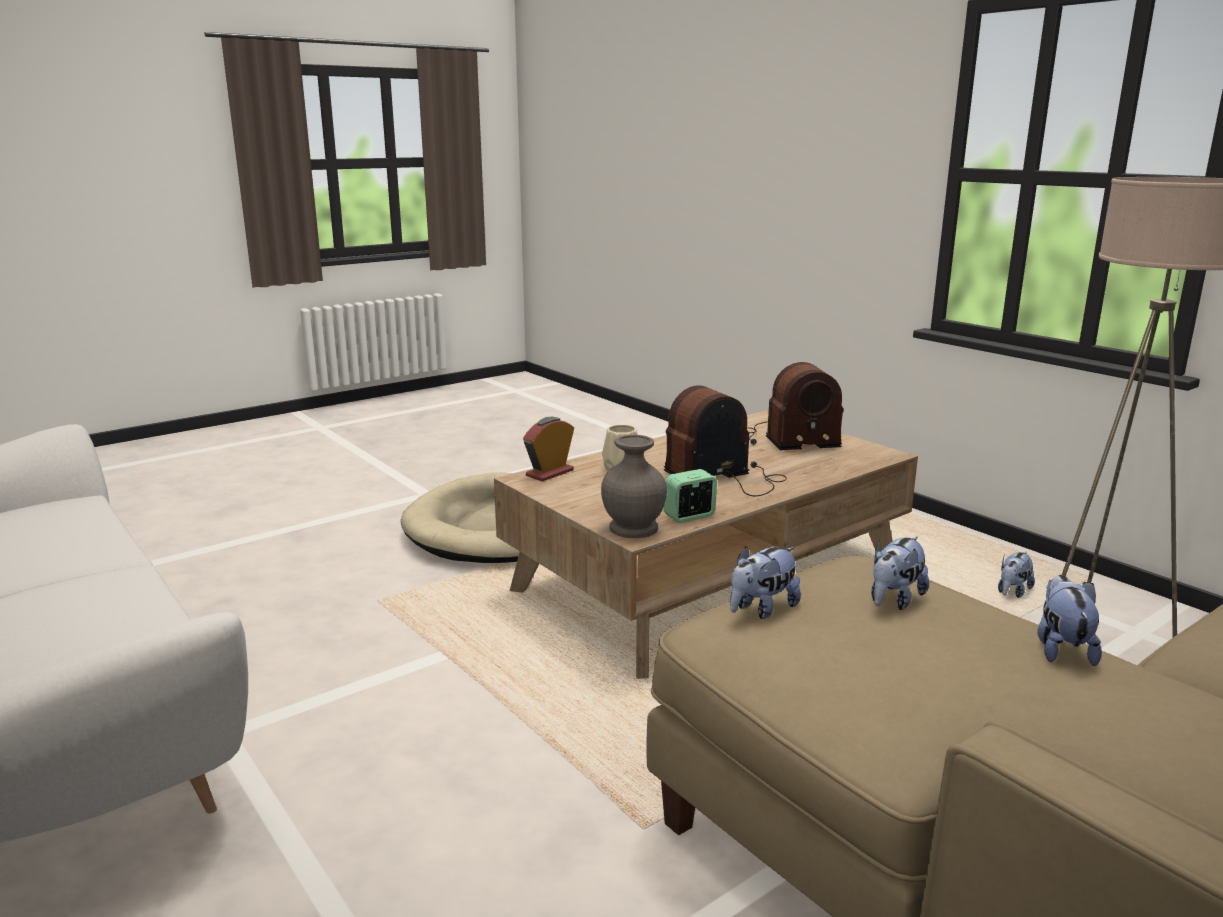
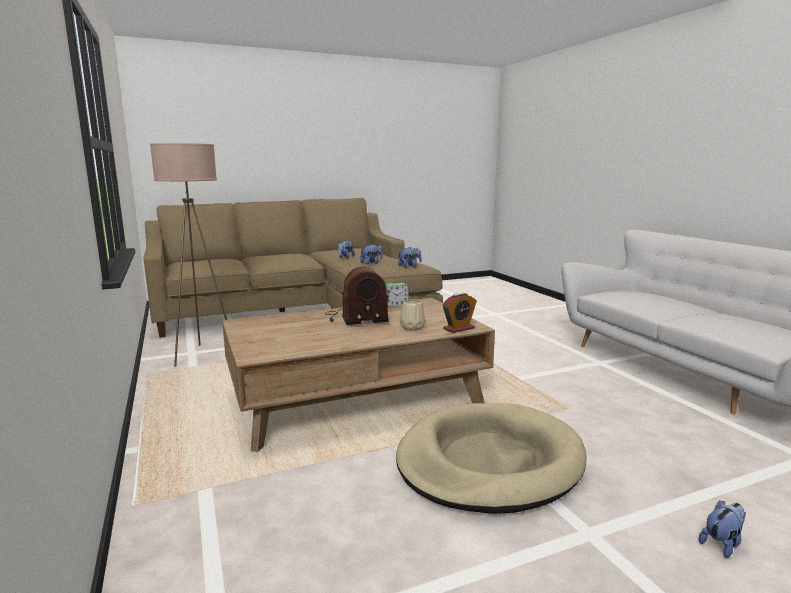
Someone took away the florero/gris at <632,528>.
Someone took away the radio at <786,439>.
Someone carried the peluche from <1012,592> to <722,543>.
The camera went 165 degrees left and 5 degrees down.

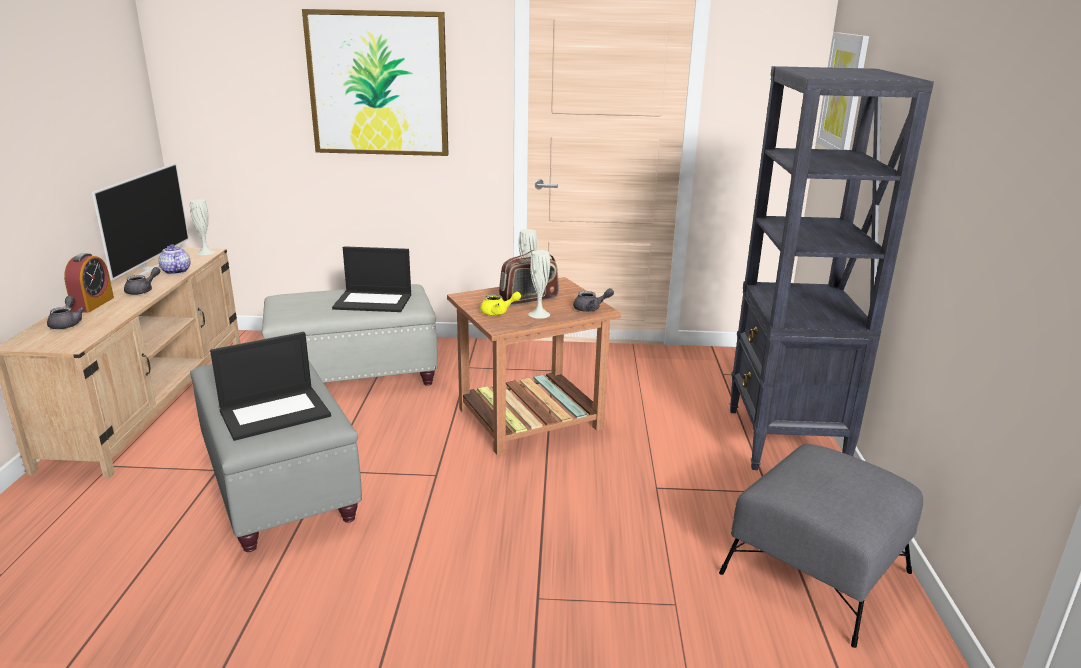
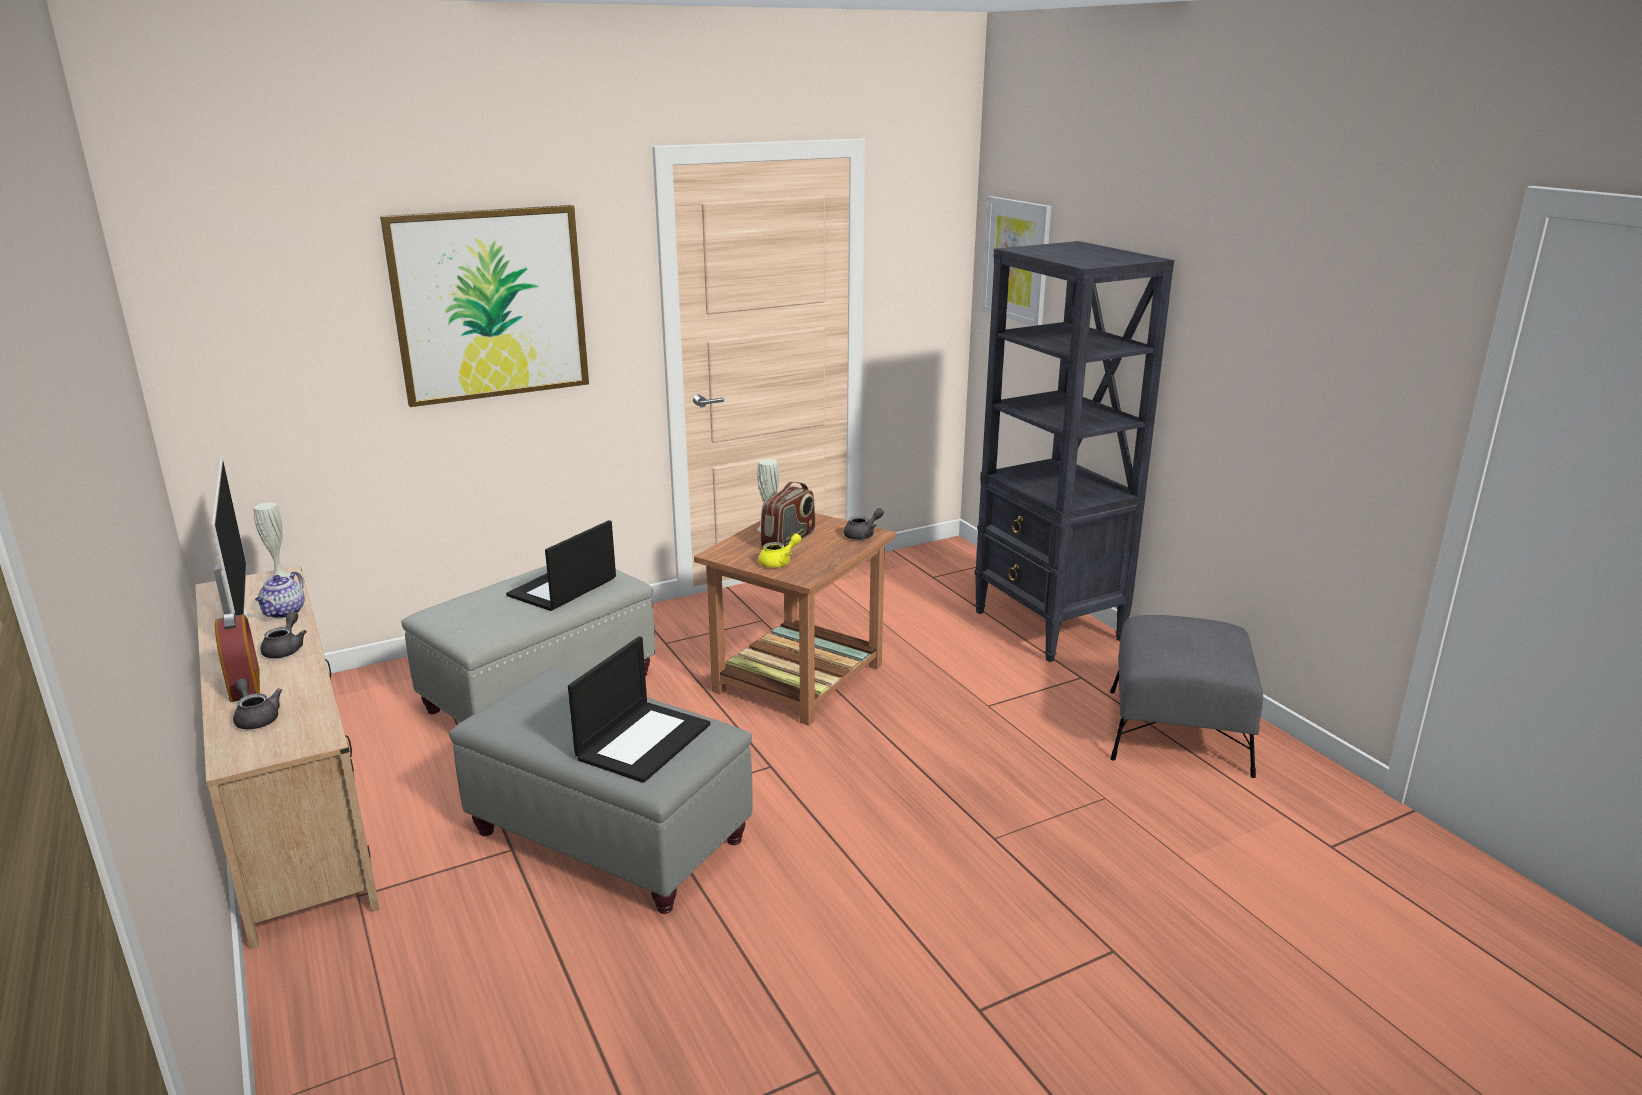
Someone took away the florero/blanco at <539,314>.
Someone rotated the tetera at <175,271> by 105 degrees counterclockwise.
Someone rotated the portátil at <374,301> by 150 degrees clockwise.
The camera went 30 degrees left and 0 degrees up.

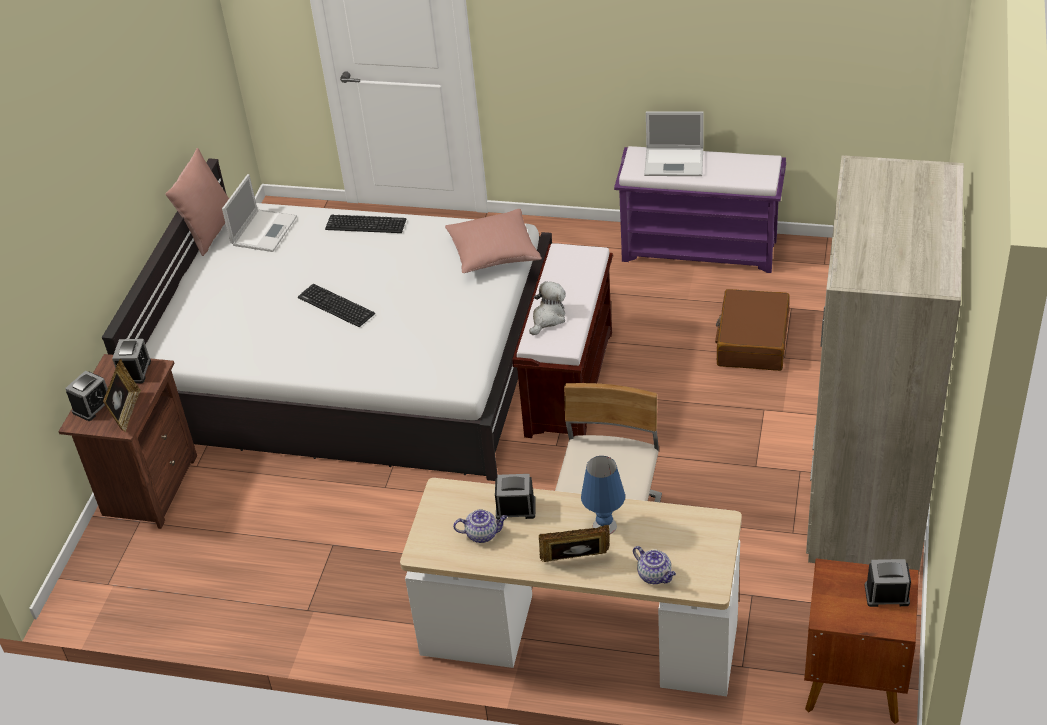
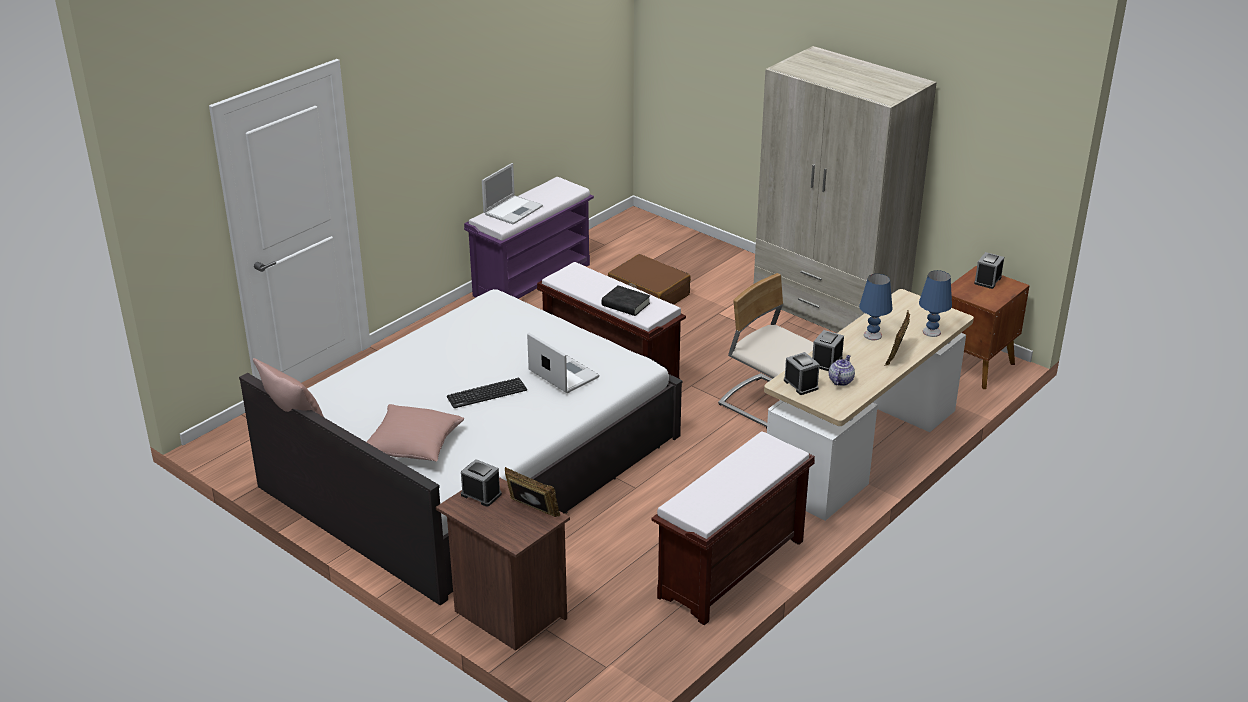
Someone took away the teclado at <365,224>.
Someone put down the banco/marrón at <731,570>.
Someone carried the despertador from <92,406> to <800,384>.
Someone carried the portátil from <264,230> to <562,374>.
Someone carried the cojín/rosa from <493,253> to <413,445>.
Someone swapped the peluche at <548,318> for the libro/negro at <625,304>.
Someone swapped the tetera at <655,575> for the lámpara de mesa/azul at <931,332>.
The camera went 65 degrees left and 10 degrees down.

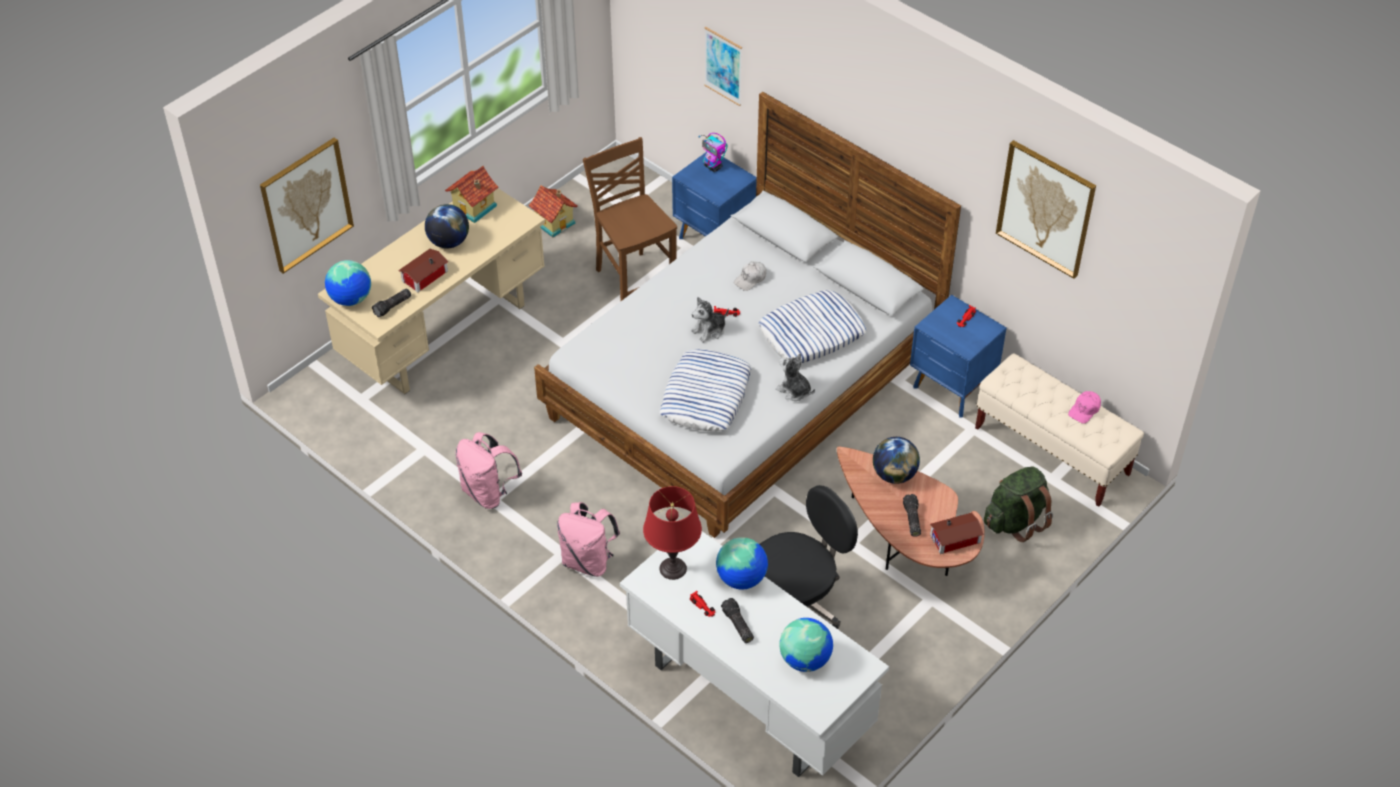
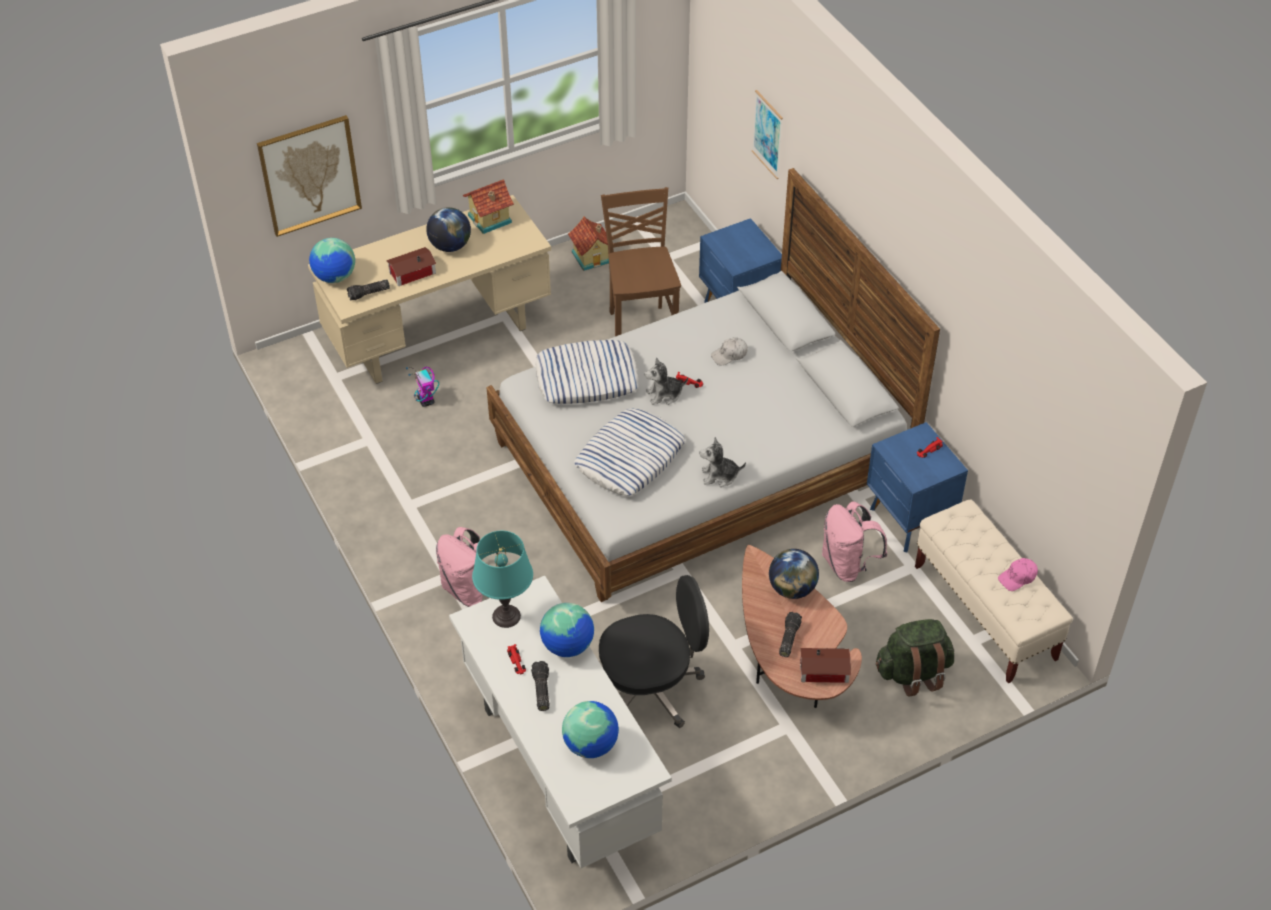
Someone took away the cuadro at <1045,208>.
Someone carried the mochila/rosa from <488,492> to <848,564>.
Someone carried the robot de juguete from <713,167> to <426,401>.
Someone carried the cojín from <812,333> to <587,378>.
Someone repainted the lámpara de mesa/rojo at <673,568>, which became the lámpara de mesa/turquesa at <506,616>.
Someone rotated the peluche at <794,391> by 60 degrees counterclockwise.
The camera went 20 degrees right and 0 degrees up.

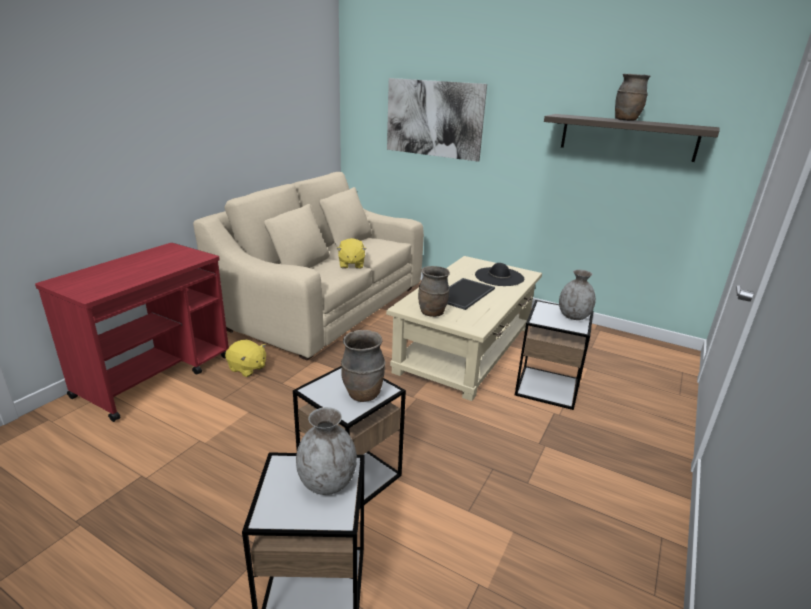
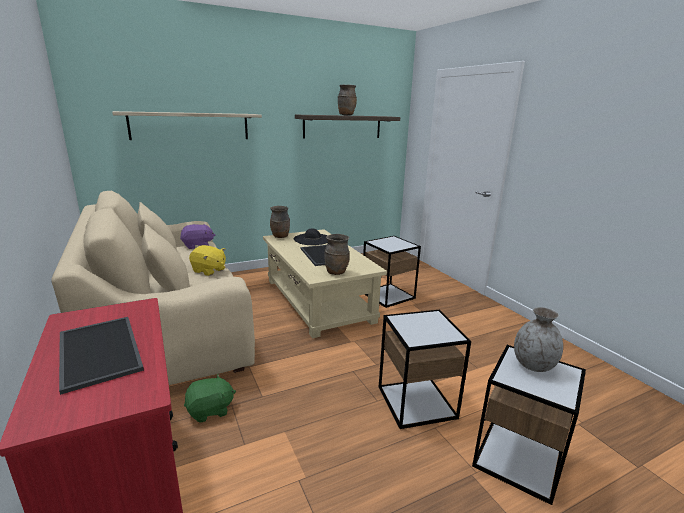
Someone took away the florero/gris at <573,316>.
Someone put down the bandeja at <97,351>.
Someone put down the peluche/morado at <198,246>.
Someone carried the florero/marrón from <363,394> to <280,236>.
Someone swapped the cuadro at <434,119> for the estante at <190,126>.
Someone repainted the peluche/amarillo at <247,368>, which became the peluche/verde at <210,410>.
The camera went 55 degrees left and 5 degrees down.

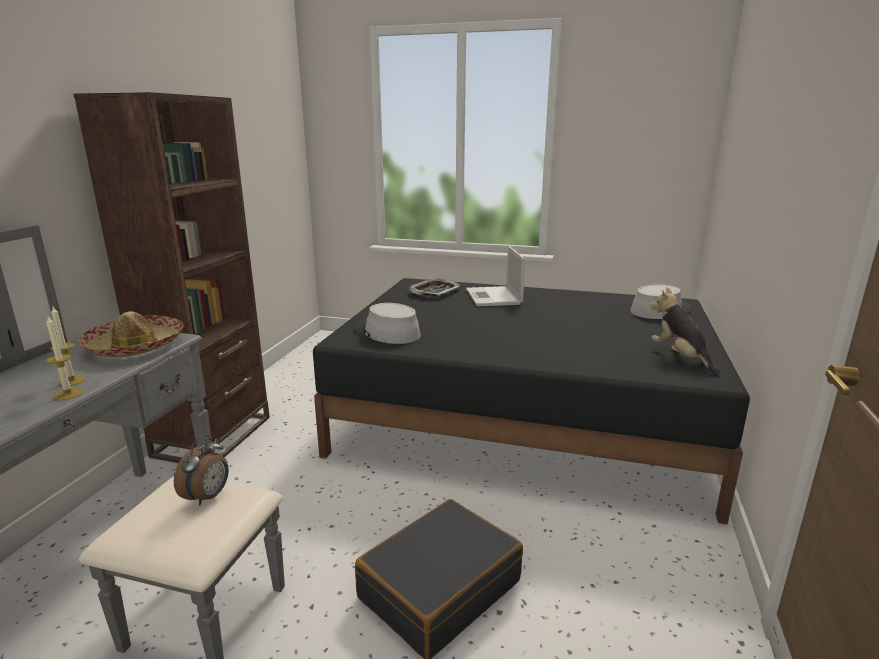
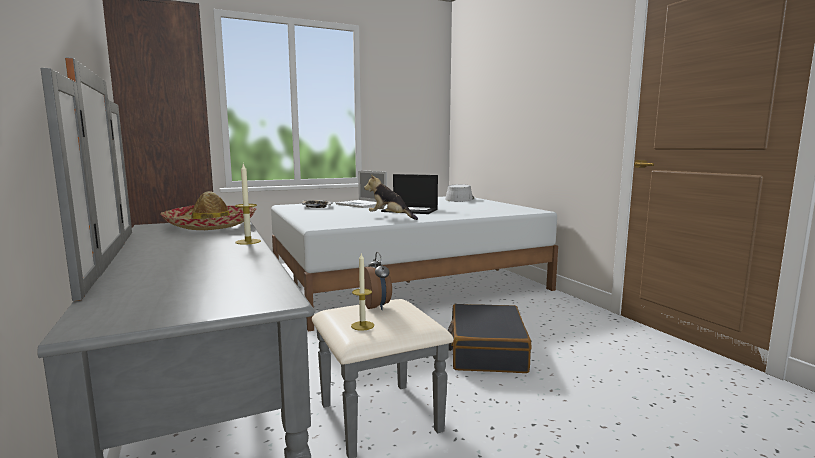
Someone took away the sombrero/gris at <387,332>.
Someone put down the portátil at <411,210>.
Someone carried the vela from <71,381> to <362,325>.
Someone carried the peluche from <680,357> to <390,217>.
Someone repainted the cama/negro at <522,420>, which became the cama/blanco at <407,282>.
The camera went 40 degrees left and 10 degrees down.

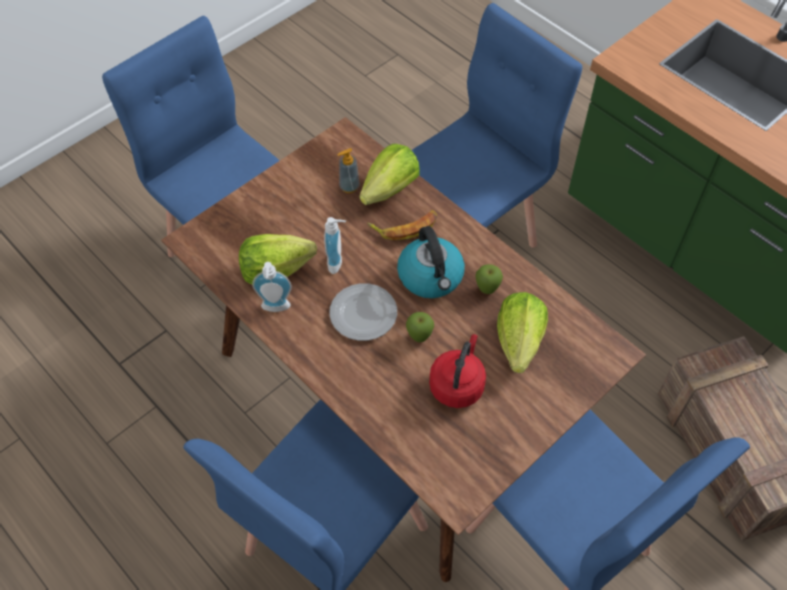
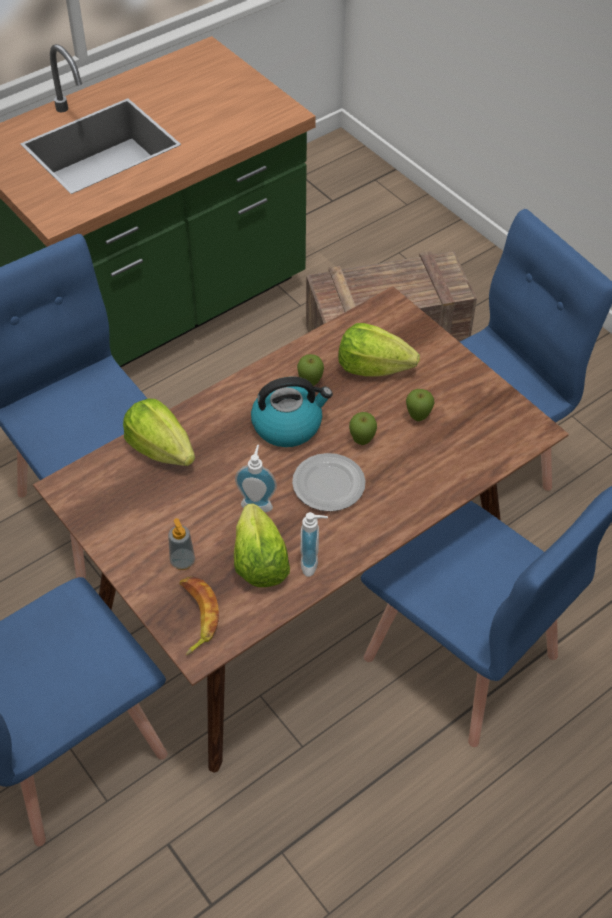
Someone carried the dispensador de jabón from <349,187> to <182,561>.
Someone carried the plátano from <405,227> to <195,616>.
Someone swapped the hervidor/rojo at <457,384> for the manzana at <418,417>.
The camera went 85 degrees left and 5 degrees down.

